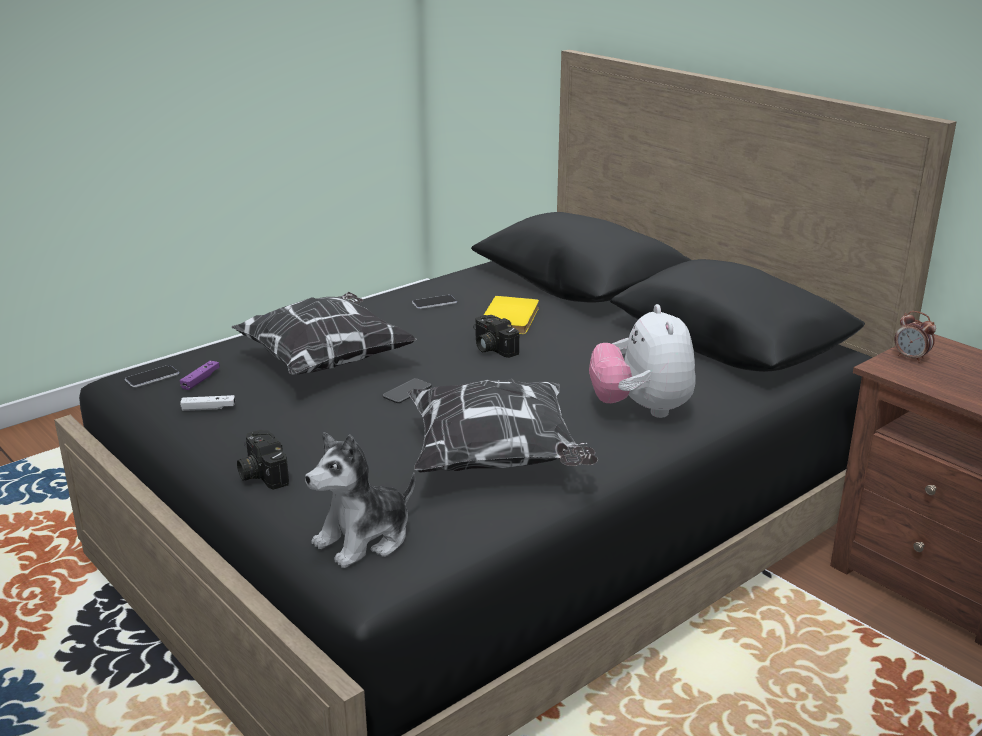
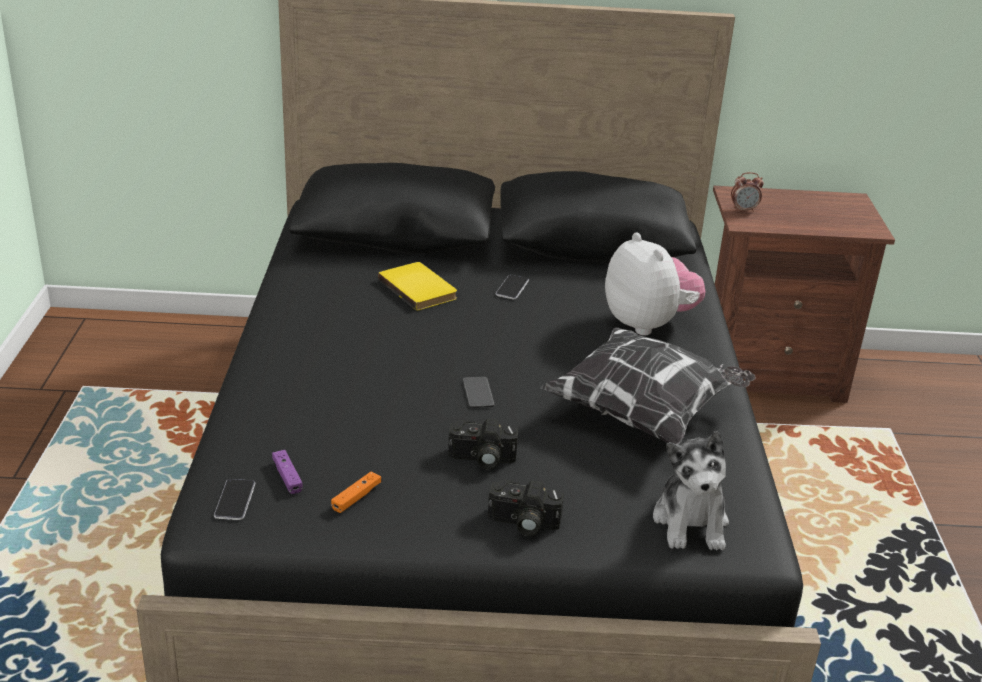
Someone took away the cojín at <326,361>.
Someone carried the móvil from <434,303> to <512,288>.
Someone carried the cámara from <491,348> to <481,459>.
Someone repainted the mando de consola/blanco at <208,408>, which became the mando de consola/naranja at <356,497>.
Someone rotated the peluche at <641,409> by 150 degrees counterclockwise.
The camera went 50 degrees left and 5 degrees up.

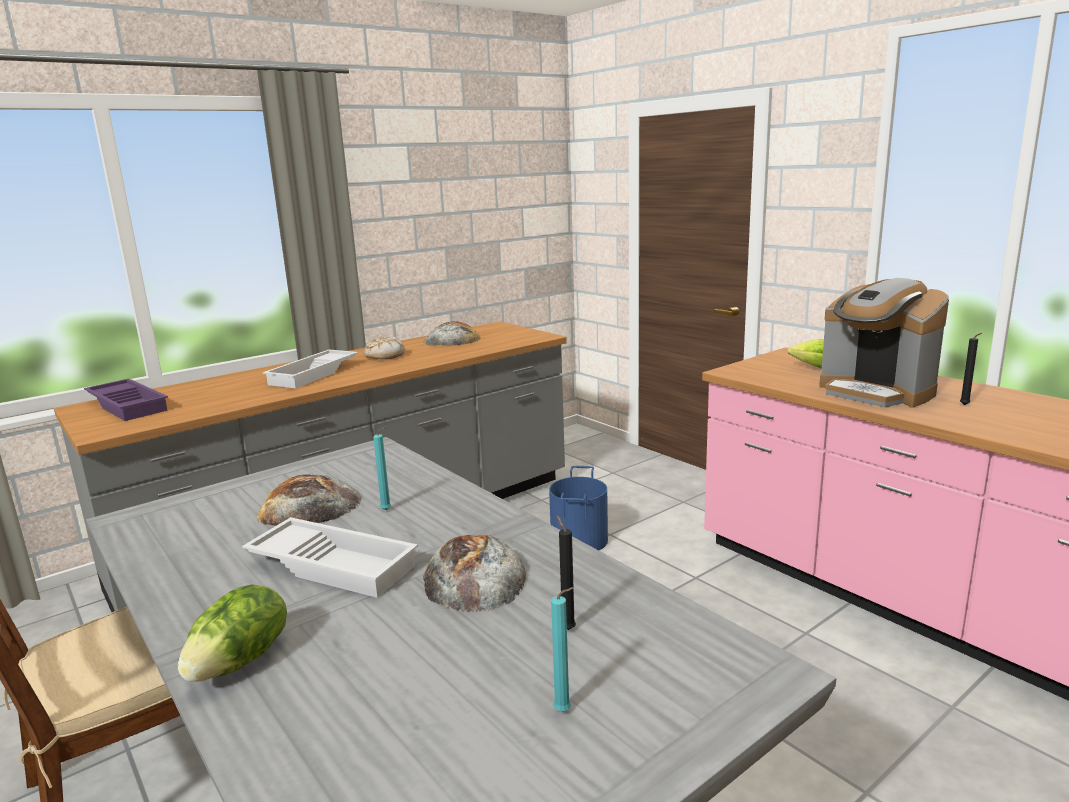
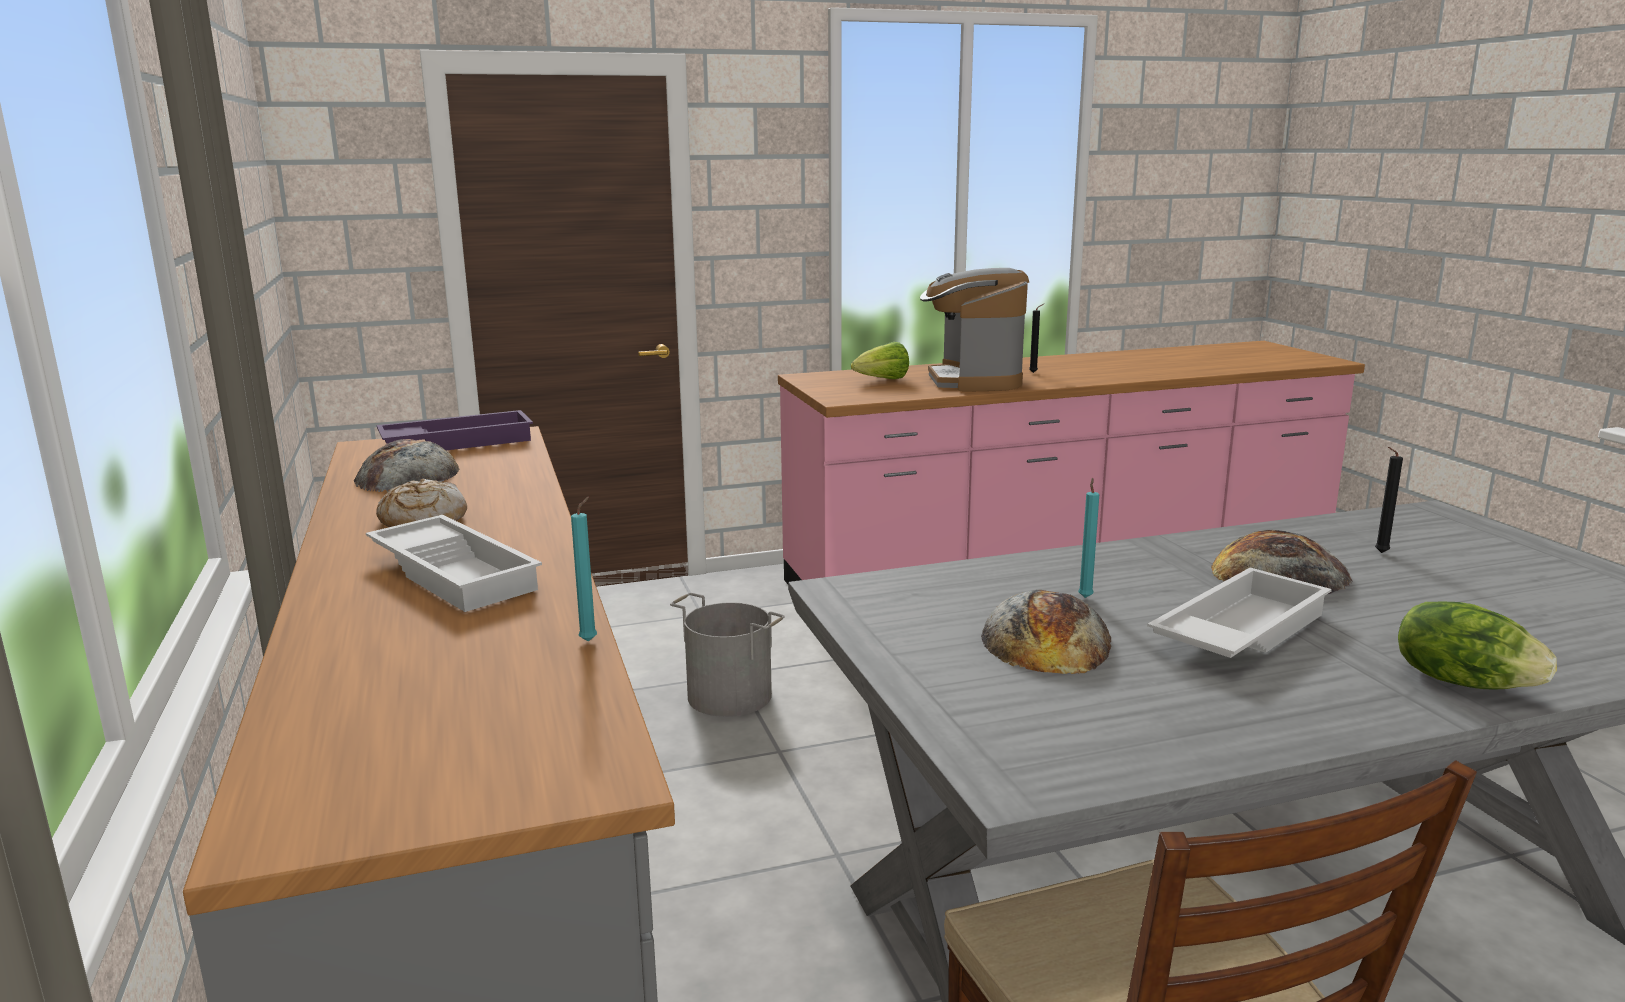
Someone carried the bandeja/morado from <129,405> to <458,441>.
Someone carried the vela/turquesa from <565,711> to <590,640>.
Someone repainted the cubo/azul at <580,540>, which became the cubo/gris at <730,695>.
Someone rotated the cafetera at <876,392> by 105 degrees clockwise.
The camera went 70 degrees left and 0 degrees up.

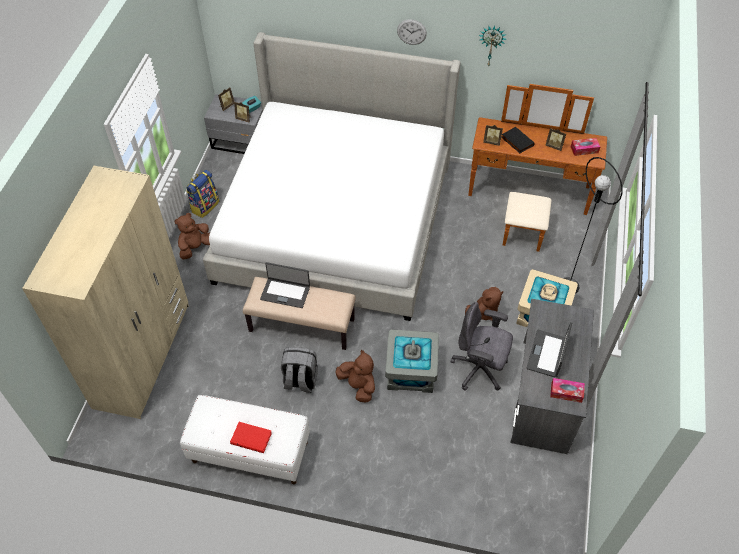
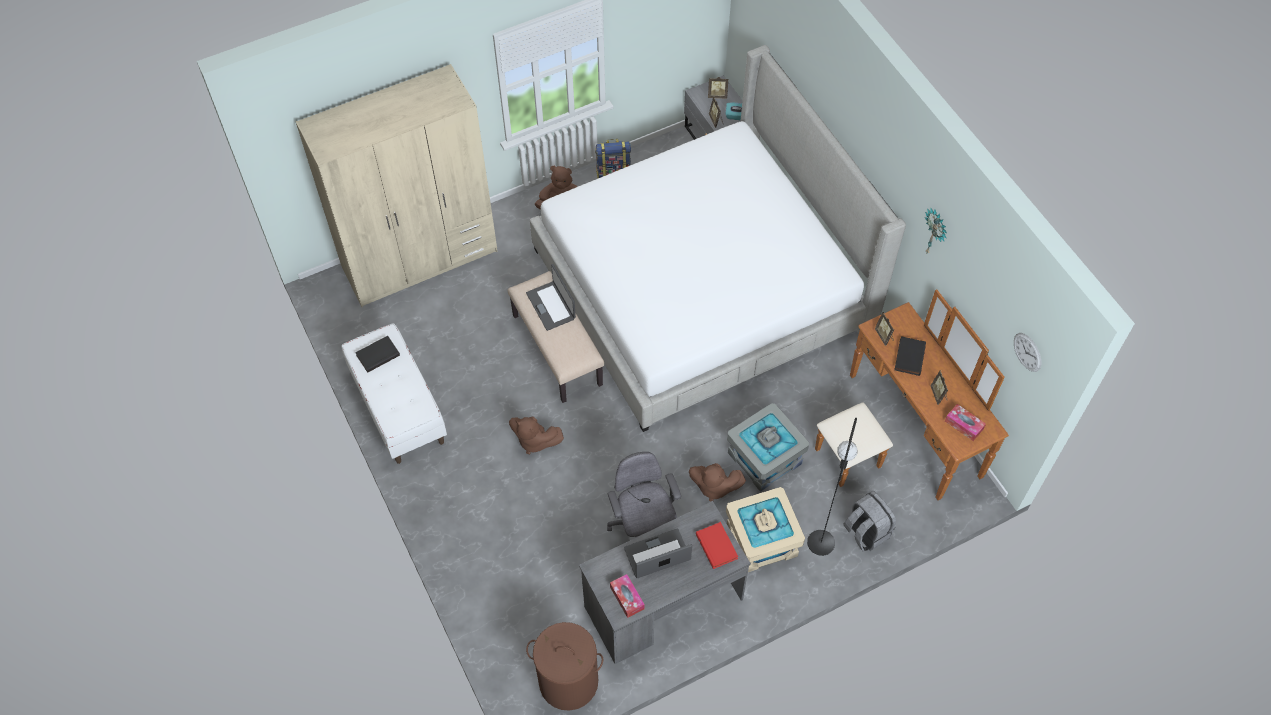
Someone put down the libro/negro at <378,354>.
Someone put down the cesto de la ropa/marrón at <568,681>.
Someone carried the libro/rojo from <252,437> to <717,546>.
Someone carried the mochila/gris from <300,381> to <865,532>.
Someone carried the caja de almacenaje/gris from <410,371> to <764,458>.
Someone carried the reloj de pared from <411,32> to <1027,352>.
Someone rotated the peluche/marrón at <358,386> by 105 degrees clockwise.
The camera went 50 degrees right and 5 degrees up.

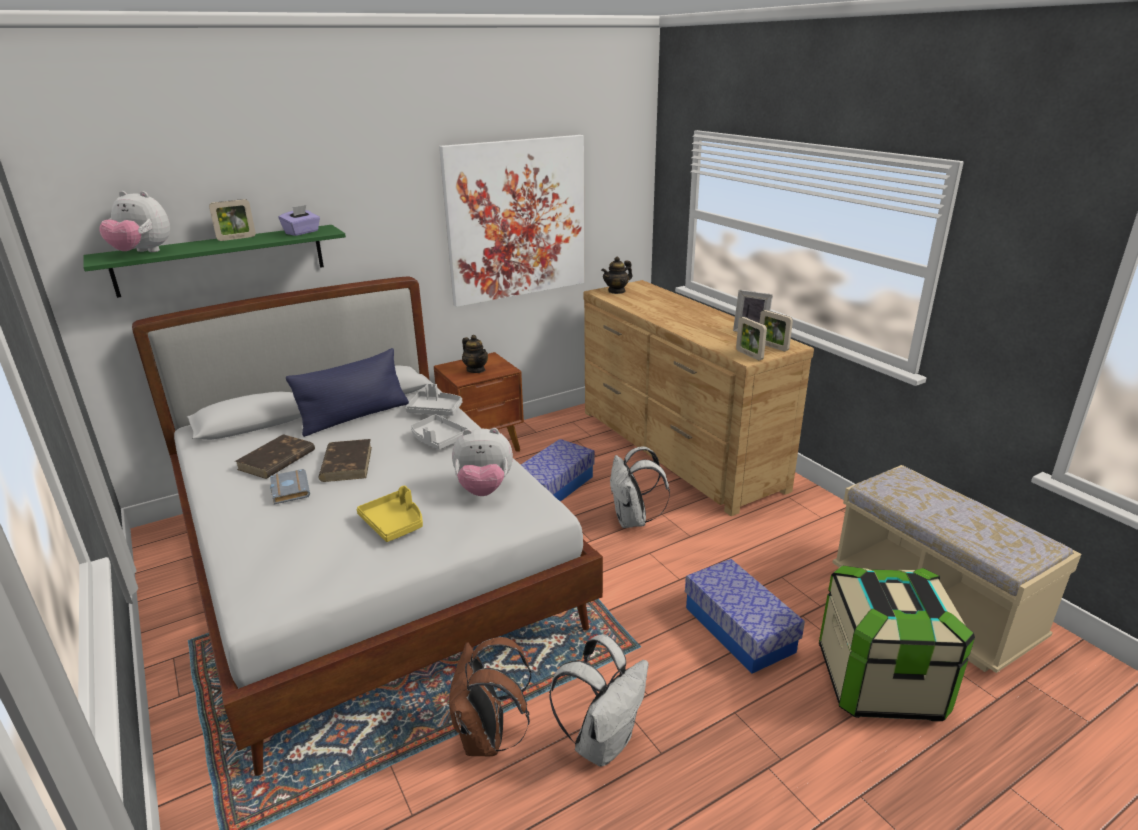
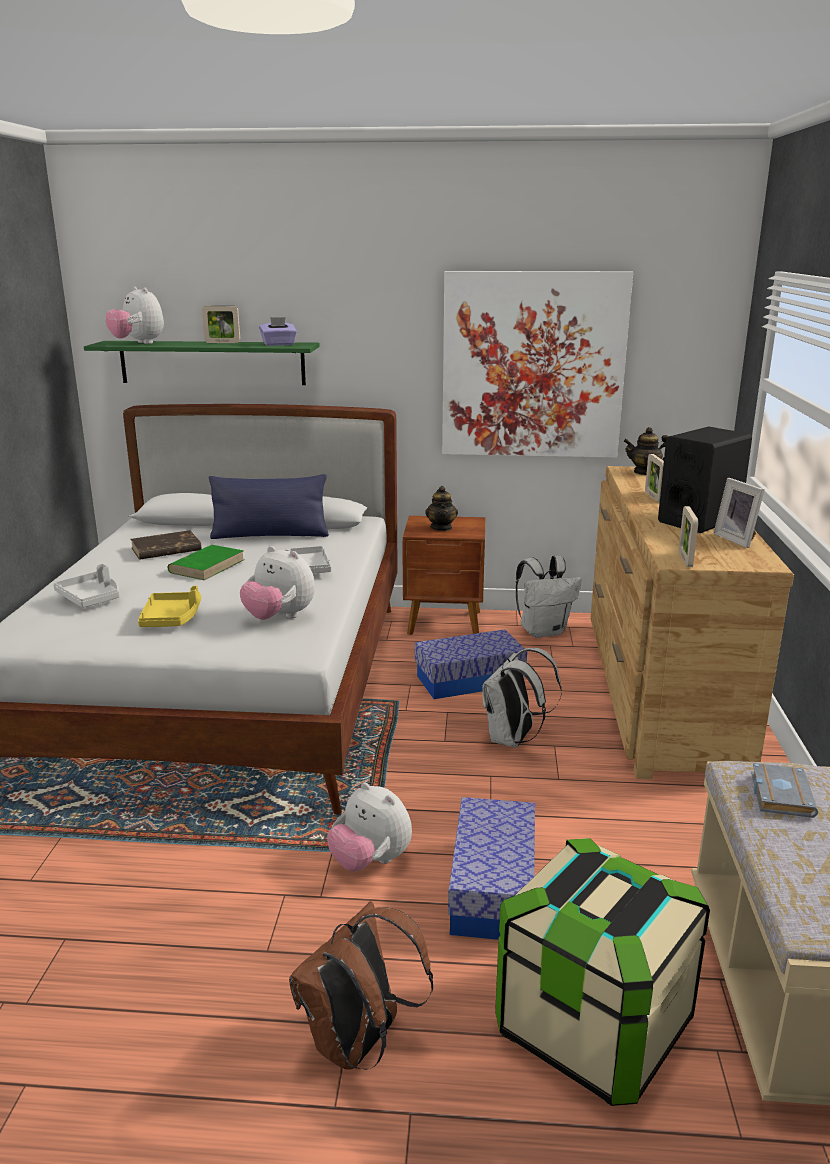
Someone put down the peluche at <370,861>.
Someone put down the altavoz/negro at <699,520>.
Someone carried the libro/gris from <288,490> to <779,794>.
Someone carried the bandeja/gris from <435,410> to <91,598>.
Someone carried the mochila/marrón from <488,738> to <359,1044>.
Someone carried the mochila/blanco from <603,741> to <543,631>.
Someone carried the portarretratos from <772,347> to <653,497>.
Someone repainted the libro/marrón at <346,463>, which became the libro/verde at <207,566>.
The camera went 35 degrees right and 5 degrees down.

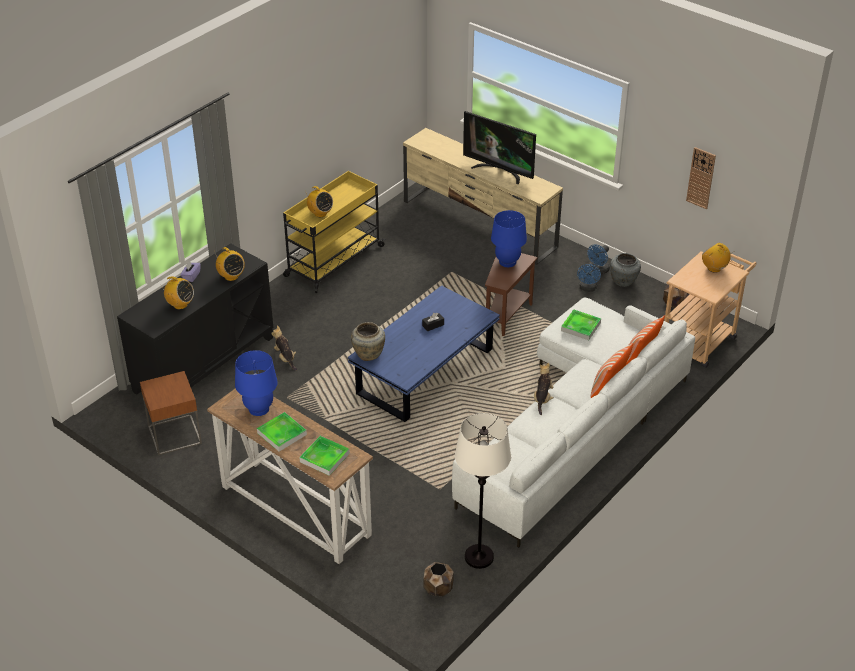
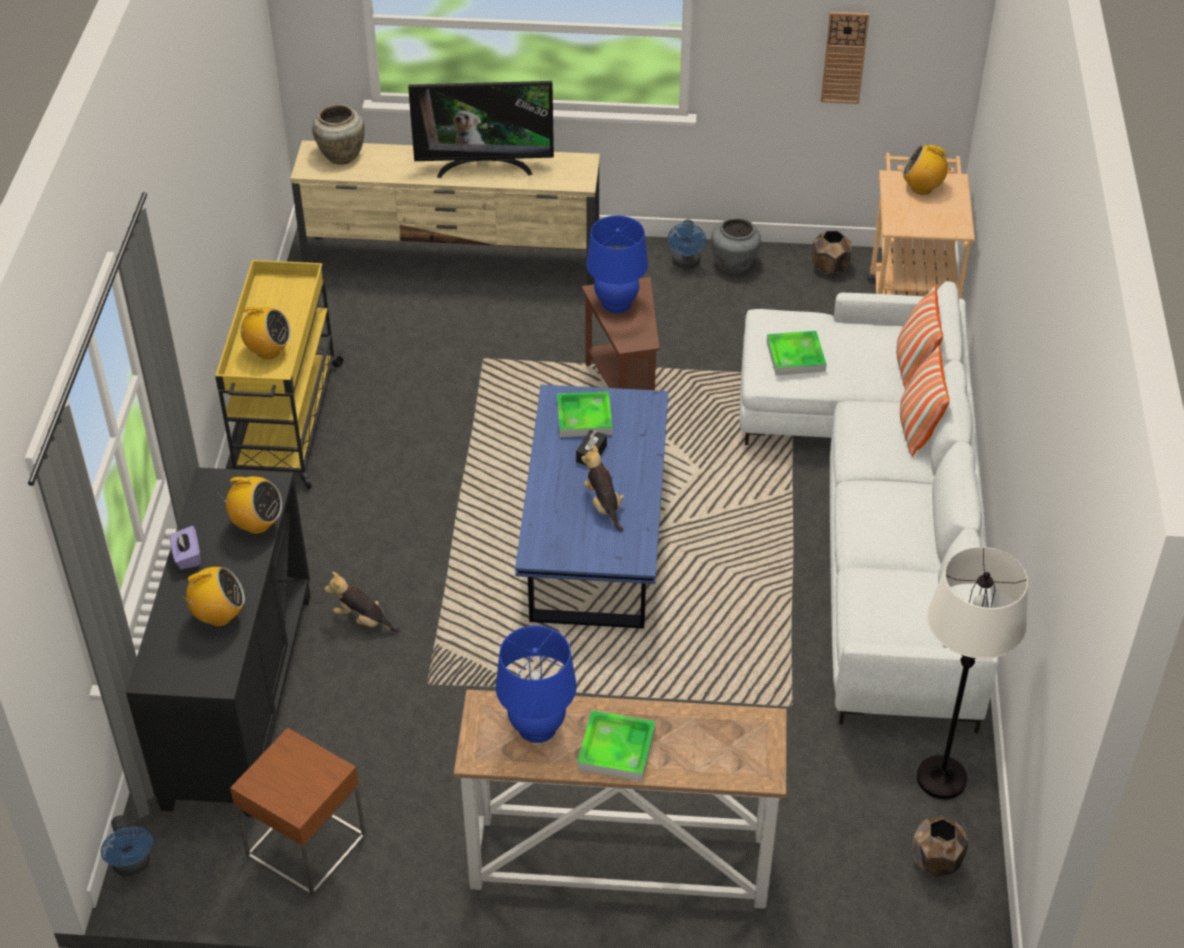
Someone carried the bandeja from <324,457> to <584,417>.
Someone carried the florero/beis from <368,354> to <341,155>.
Someone carried the peluche from <542,399> to <603,505>.
Someone carried the ventilador/azul from <588,289> to <133,865>.
The camera went 35 degrees left and 5 degrees up.

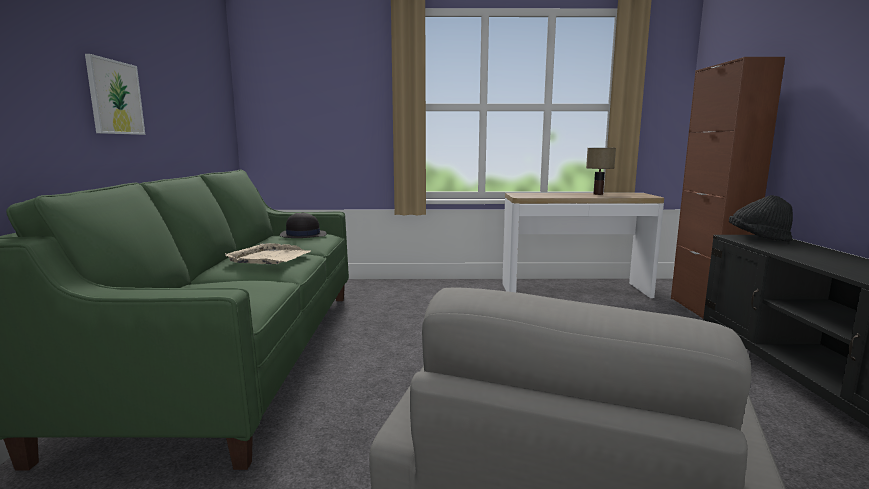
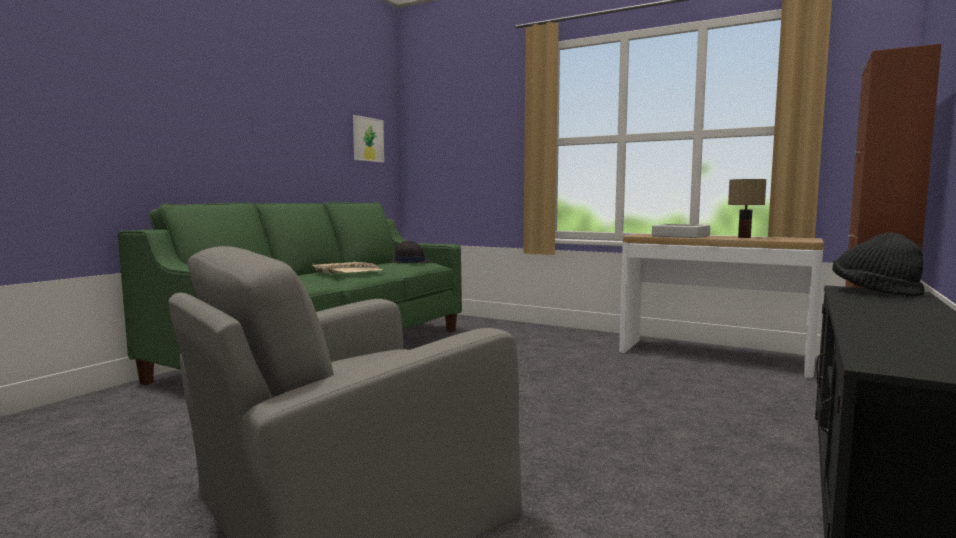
Someone put down the bandeja/gris at <680,236>.
Someone carried the cuadro from <115,97> to <368,139>.
The camera went 30 degrees right and 5 degrees down.

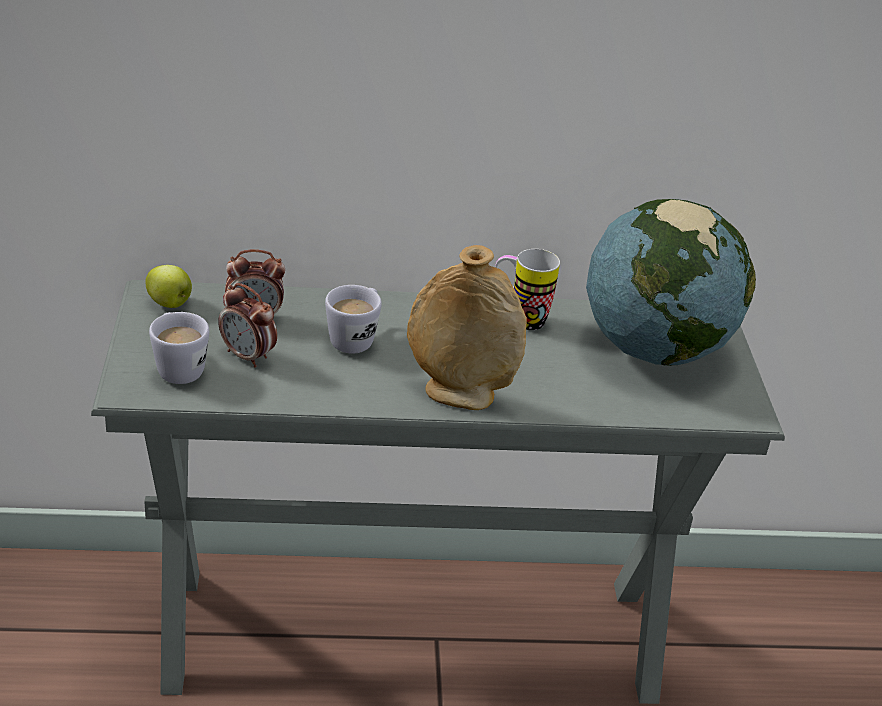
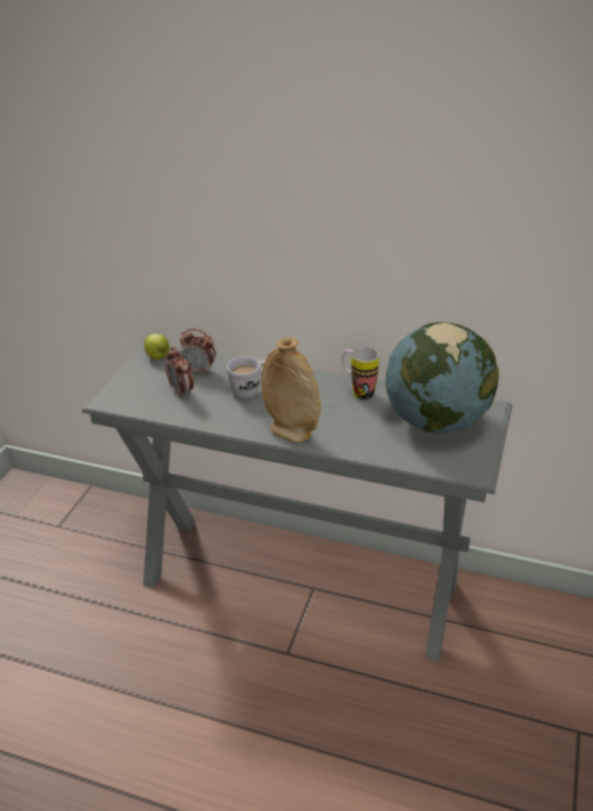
Someone took away the taza grande/blanco at <178,367>.
The camera went 25 degrees right and 0 degrees up.

